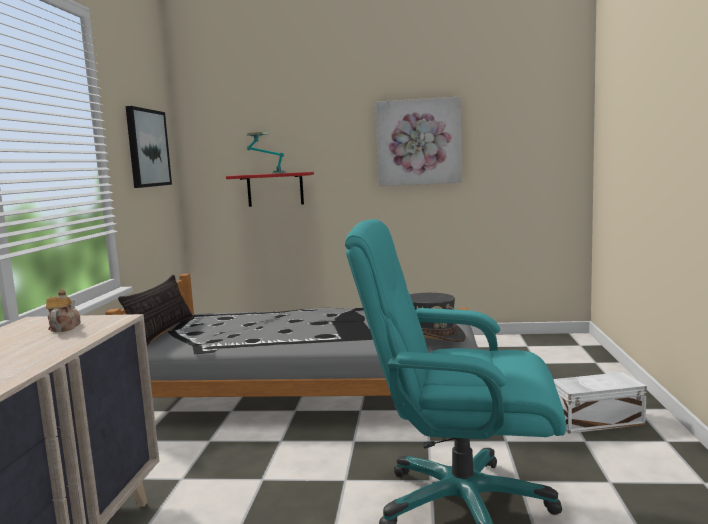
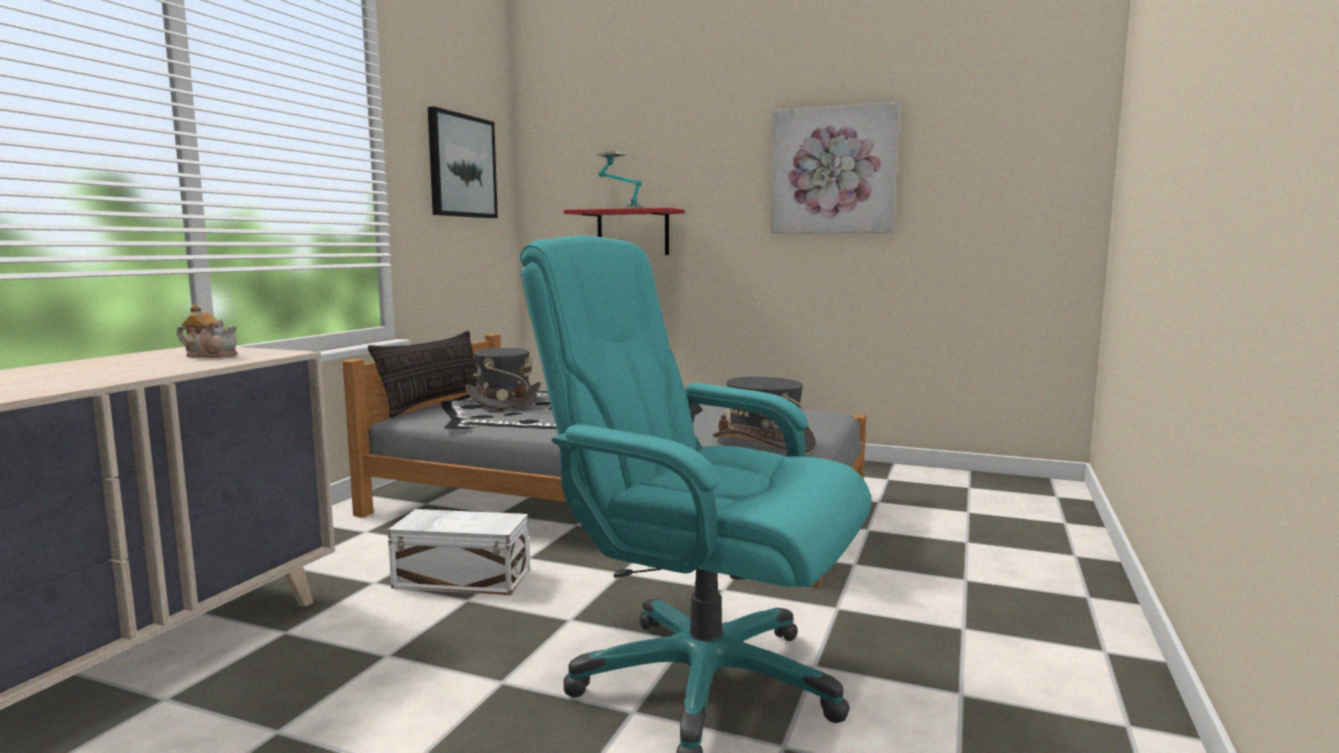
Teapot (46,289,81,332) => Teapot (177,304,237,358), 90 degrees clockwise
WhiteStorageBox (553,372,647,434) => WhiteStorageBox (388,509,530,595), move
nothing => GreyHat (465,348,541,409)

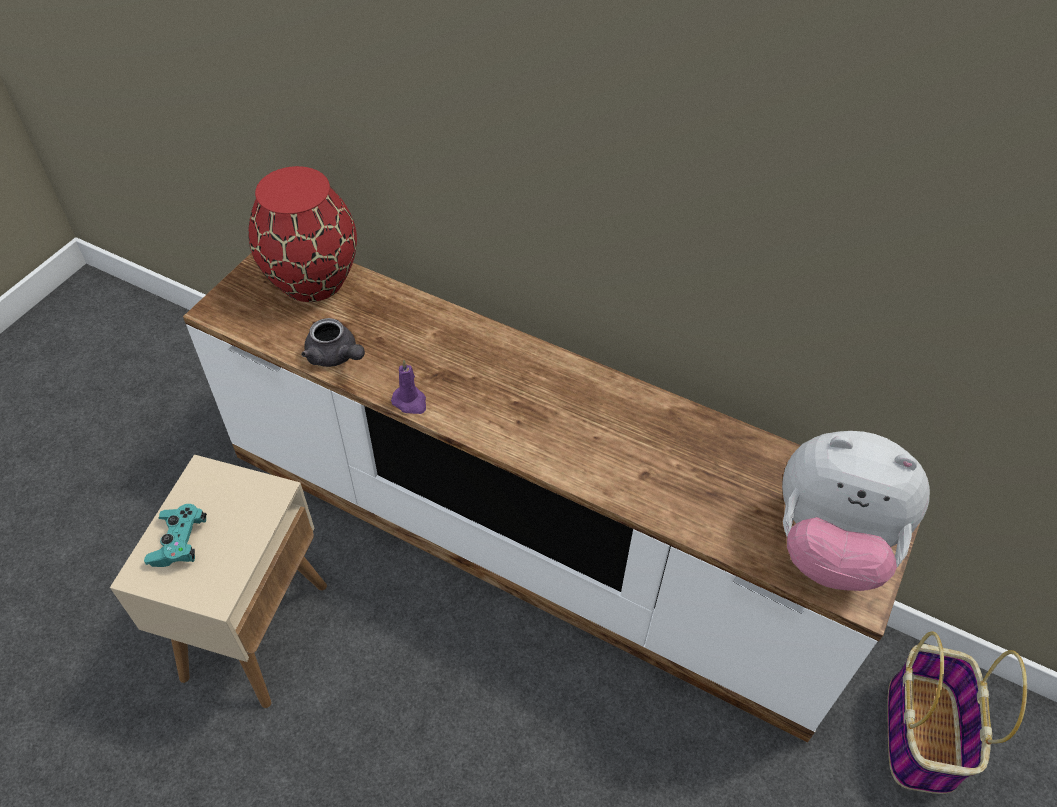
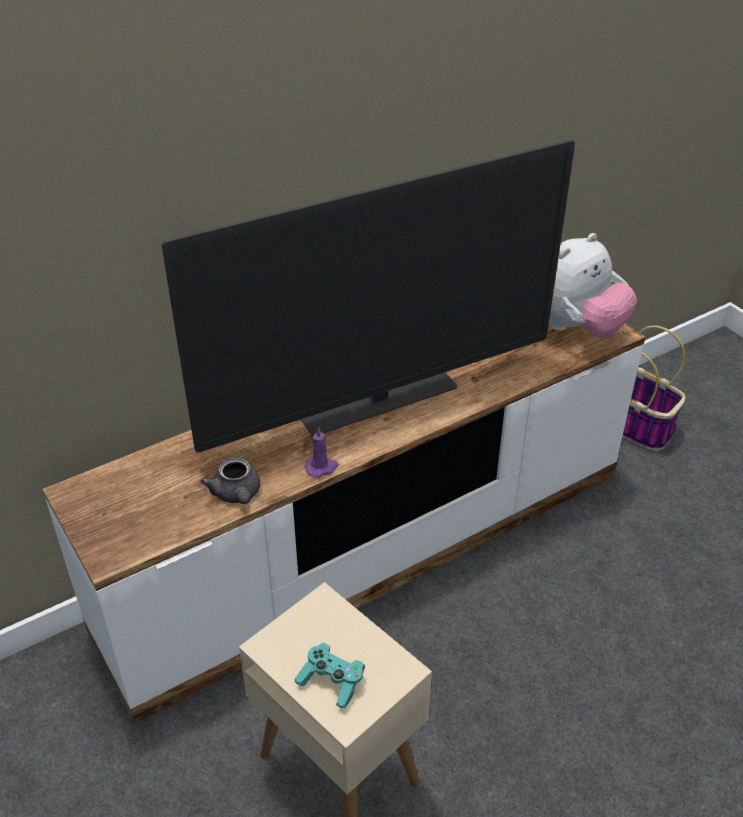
RedVase (248,166,357,302) => nothing
GreyTeapot (301,318,365,367) => GreyTeapot (201,458,260,504), 90 degrees clockwise
nothing => Television (161,140,575,453)

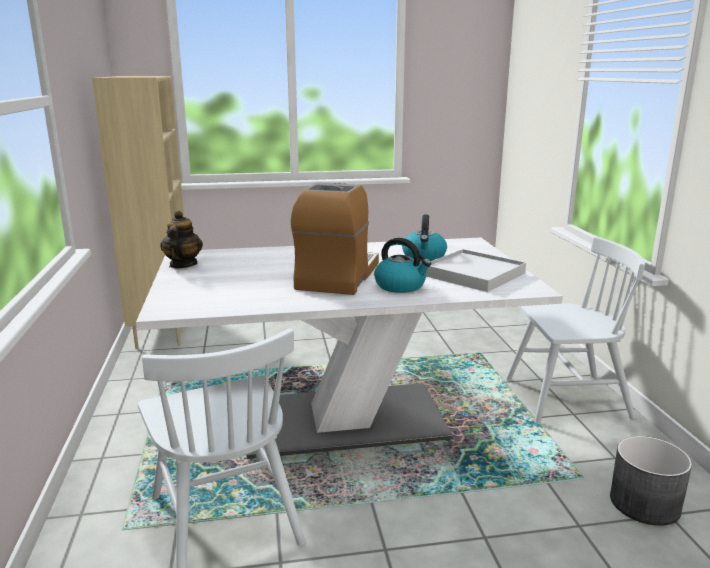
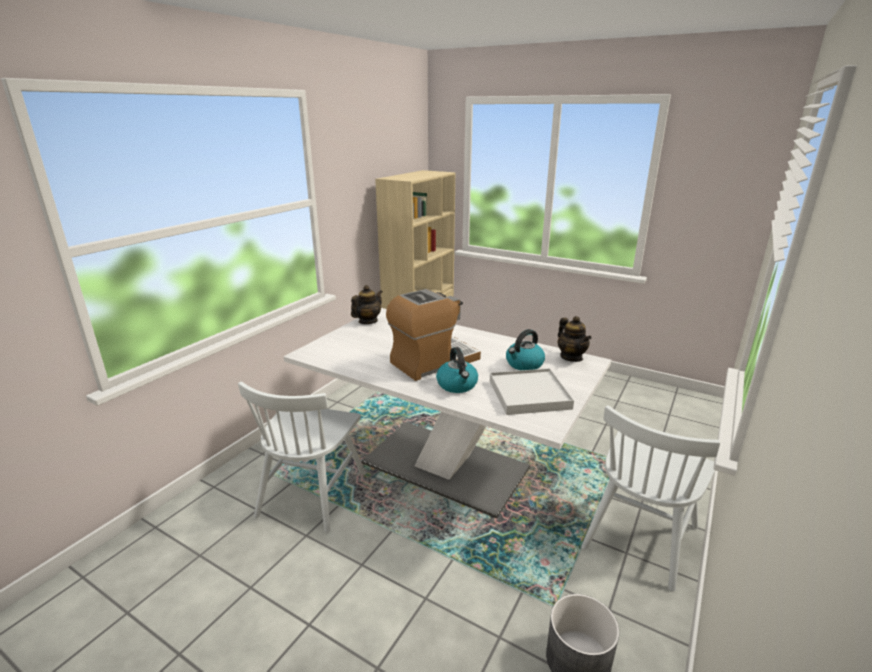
WhiteChair (506,237,645,424) => WhiteChair (581,405,720,592), 90 degrees clockwise
nothing => Teapot (558,316,591,362)

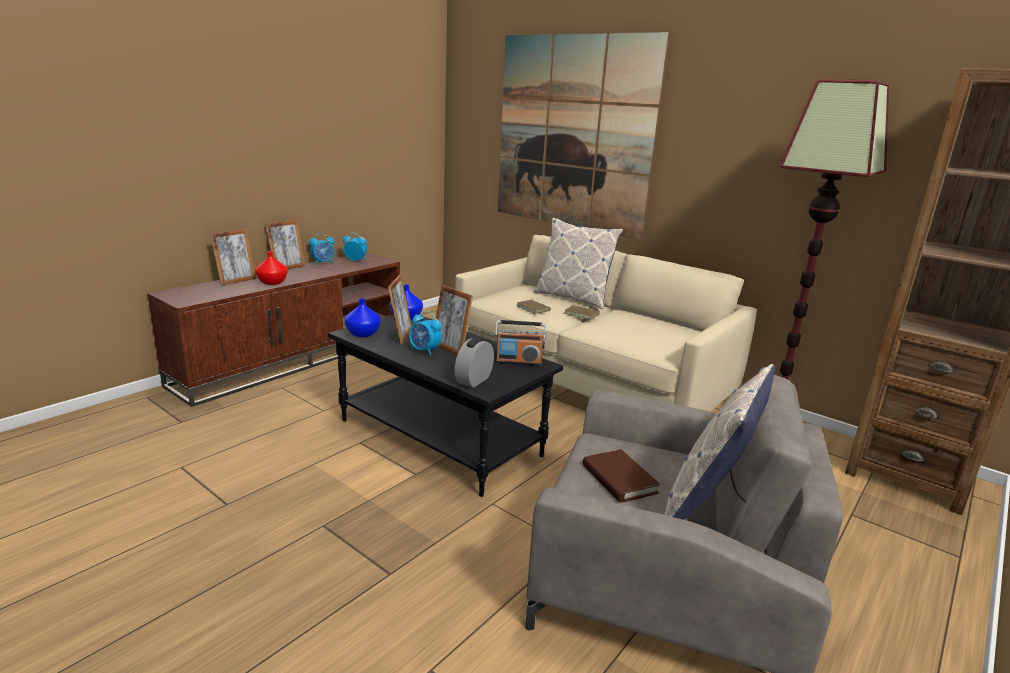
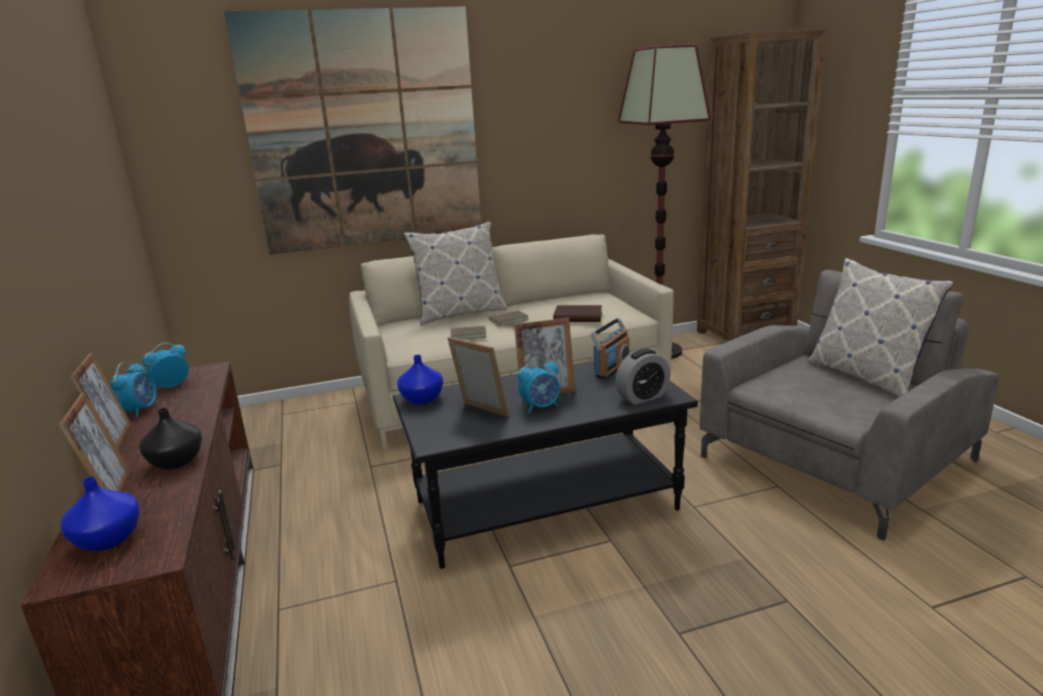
RedVase (255,251,288,285) => BlackVase (139,408,202,470)
BlueVase (344,298,381,337) => BlueVase (60,477,140,551), move
AlarmClock (454,337,494,388) => AlarmClock (615,349,670,405), 90 degrees counterclockwise
BrownBook (583,449,660,503) => BrownBook (553,305,602,322), move

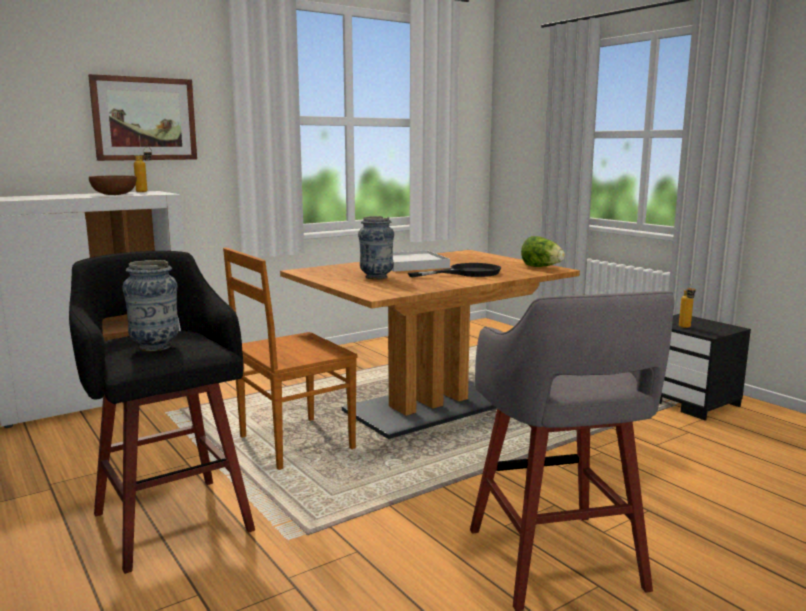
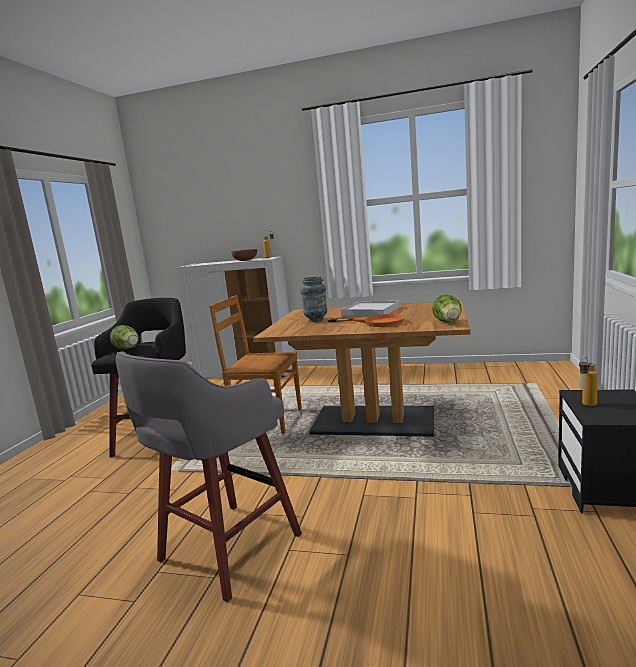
Picture (88,74,197,161) => nothing
Vase (122,260,179,351) => Lettuce (110,325,139,349)
BlackFryingPan (408,263,501,277) => OrangeFryingPan (328,314,405,327)

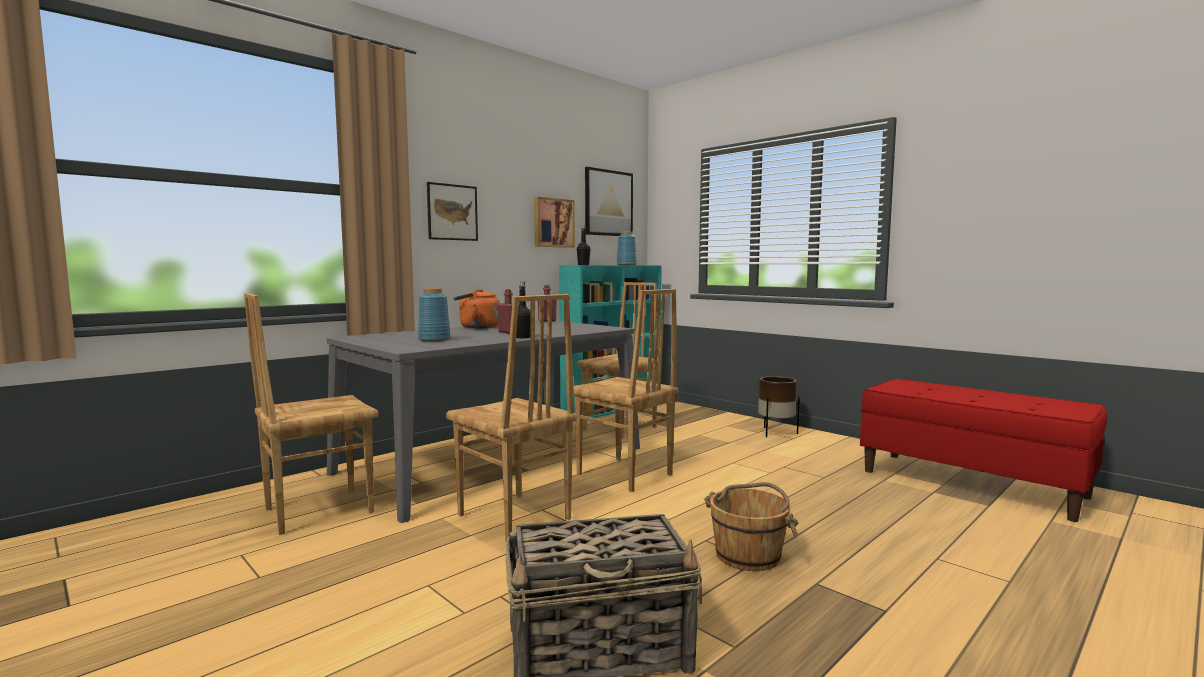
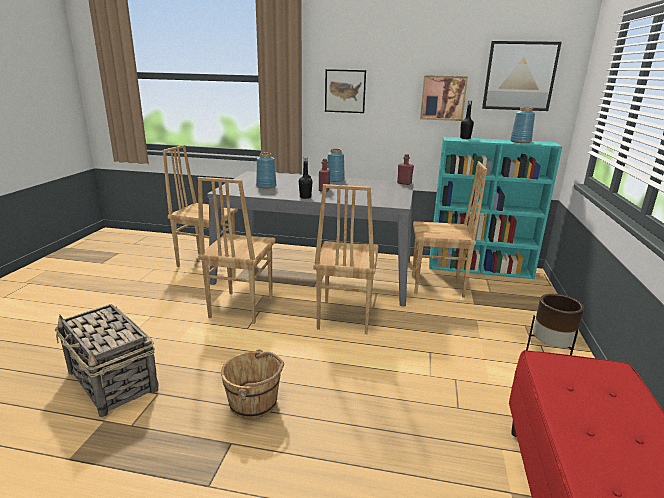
OrangeKettle (454,289,499,329) => BlueVase (327,148,345,182)

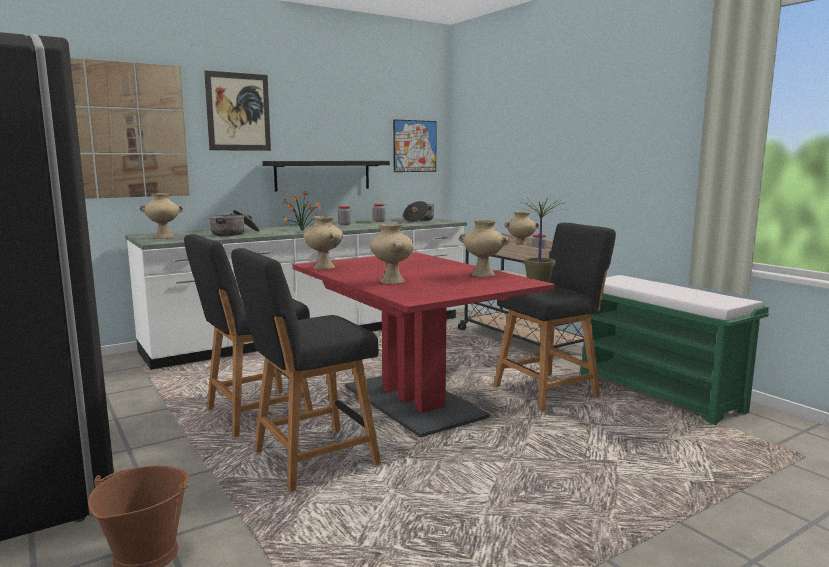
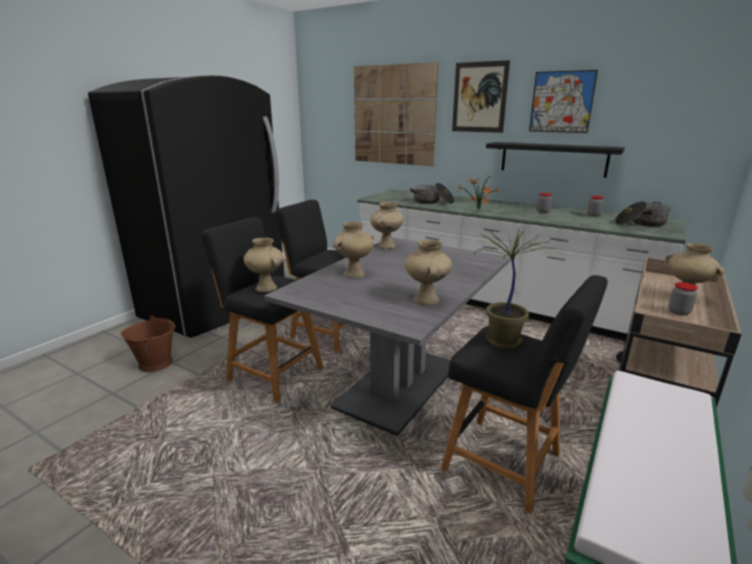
BeigeVase (140,193,183,239) => BeigeVase (244,238,284,292), move
RedDiningTable (293,252,555,438) => GreyDiningTable (264,237,511,436)
Picture (393,119,437,172) => Picture (529,70,598,133), move

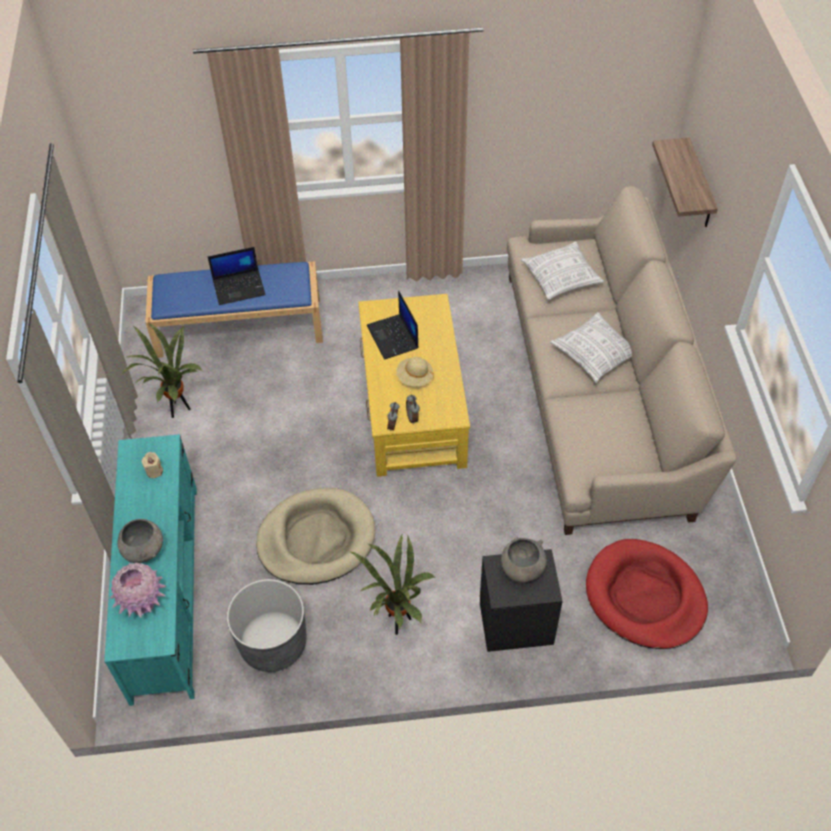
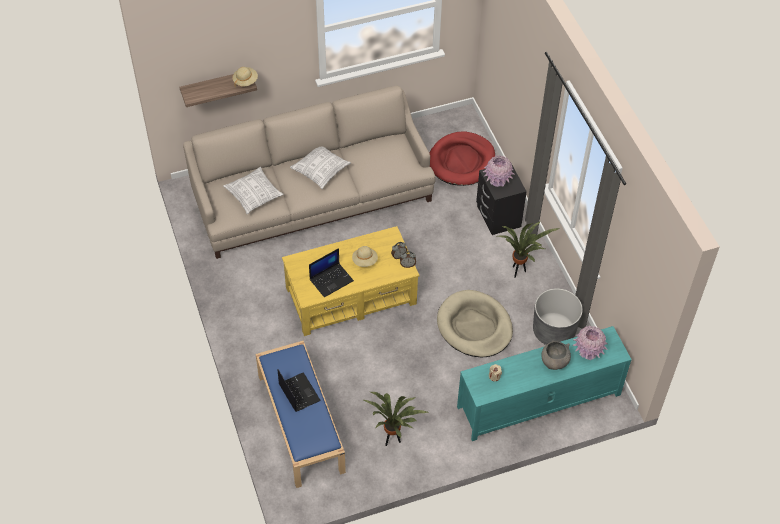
GreyBowl (501,537,547,583) => PinkVase (483,155,515,187)
nothing => BeigeHat (232,67,258,87)

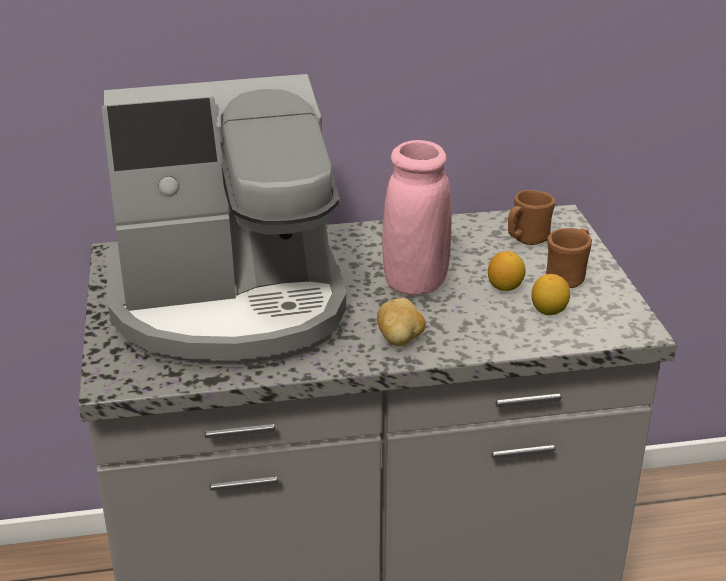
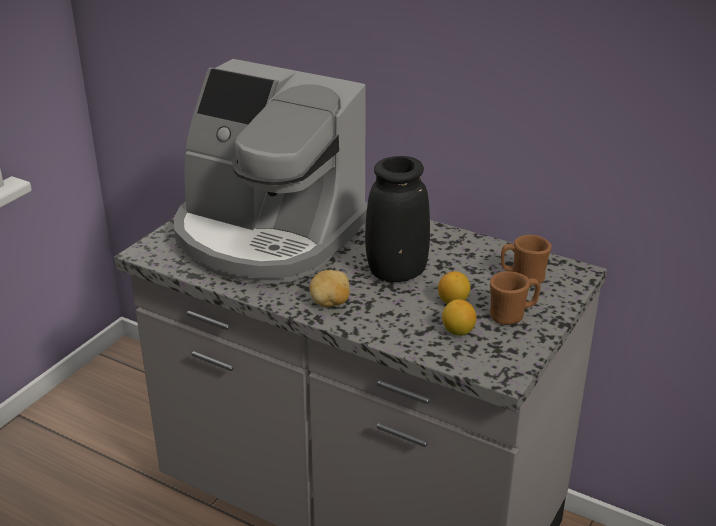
PinkVase (382,140,452,295) => BlackVase (365,156,430,282)

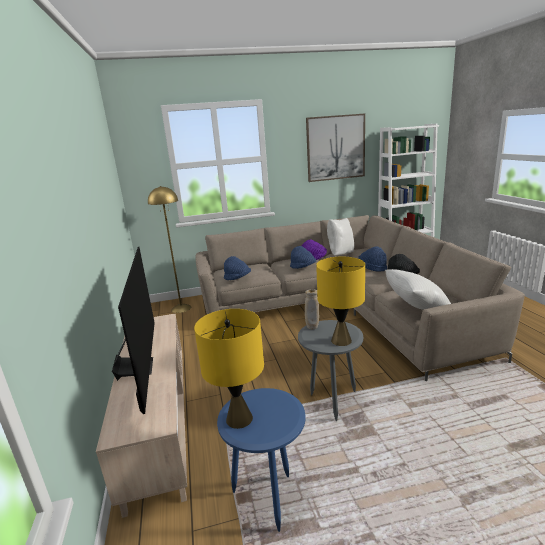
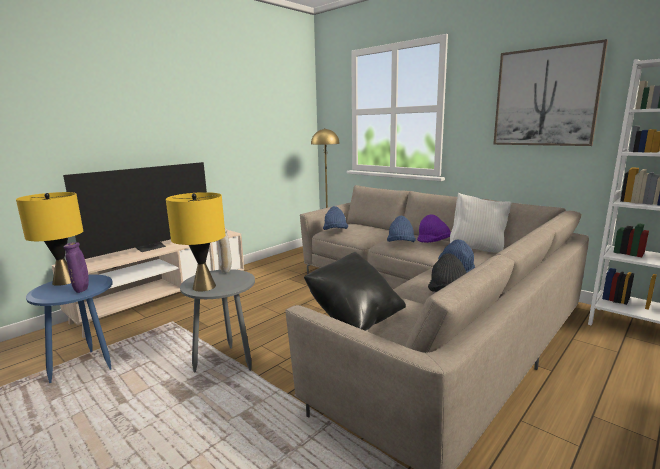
WhitePillow (385,269,451,310) => BlackPillow (304,252,406,331)
nothing => PurpleVase (64,242,89,293)

